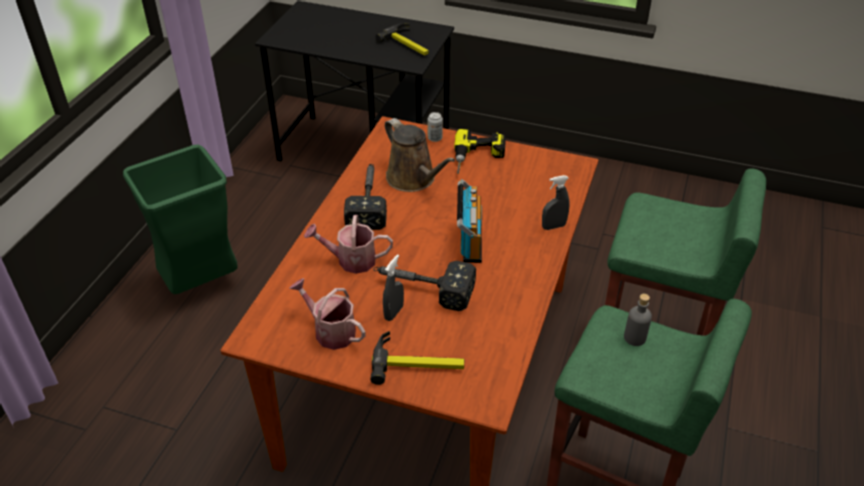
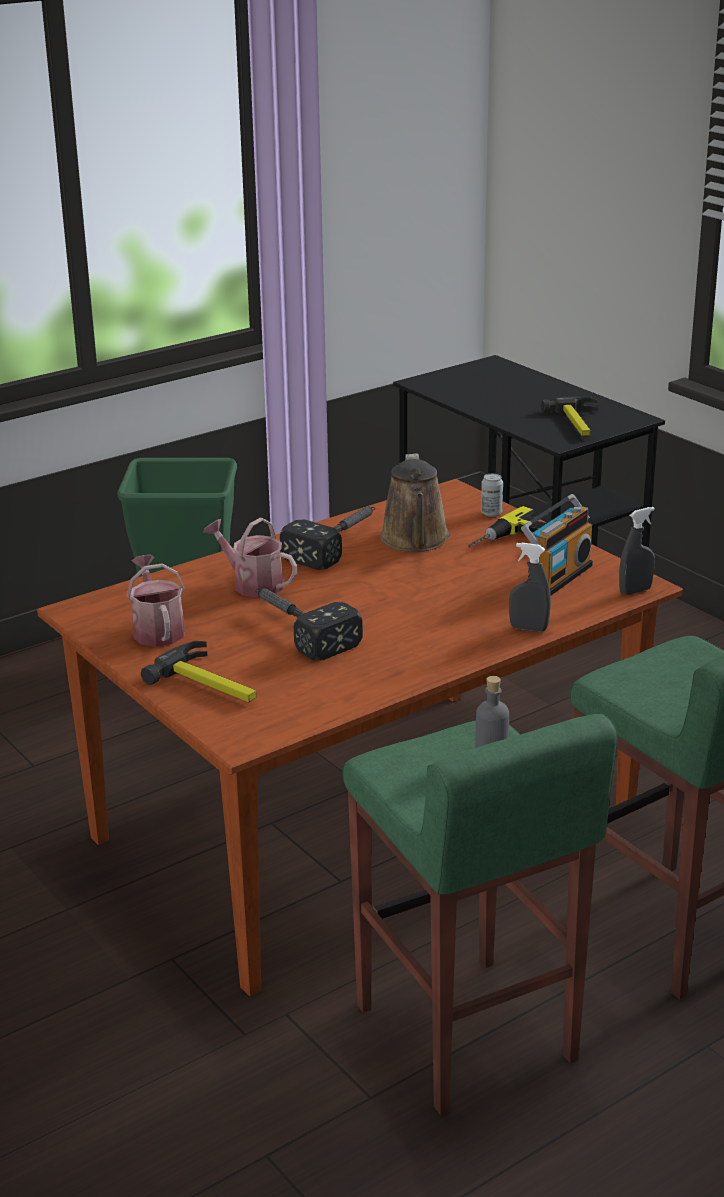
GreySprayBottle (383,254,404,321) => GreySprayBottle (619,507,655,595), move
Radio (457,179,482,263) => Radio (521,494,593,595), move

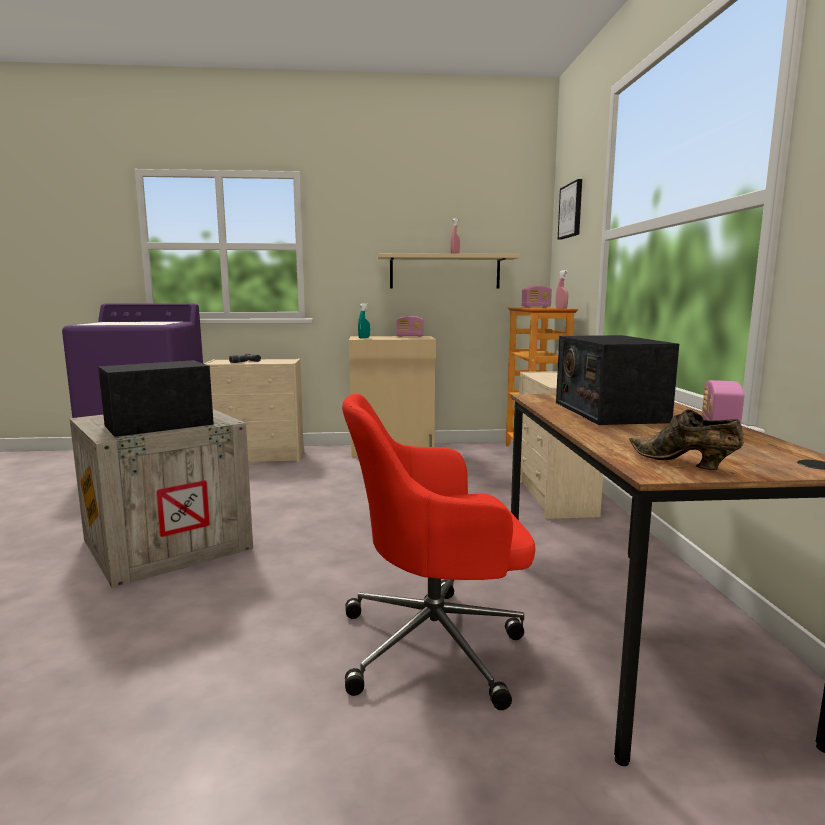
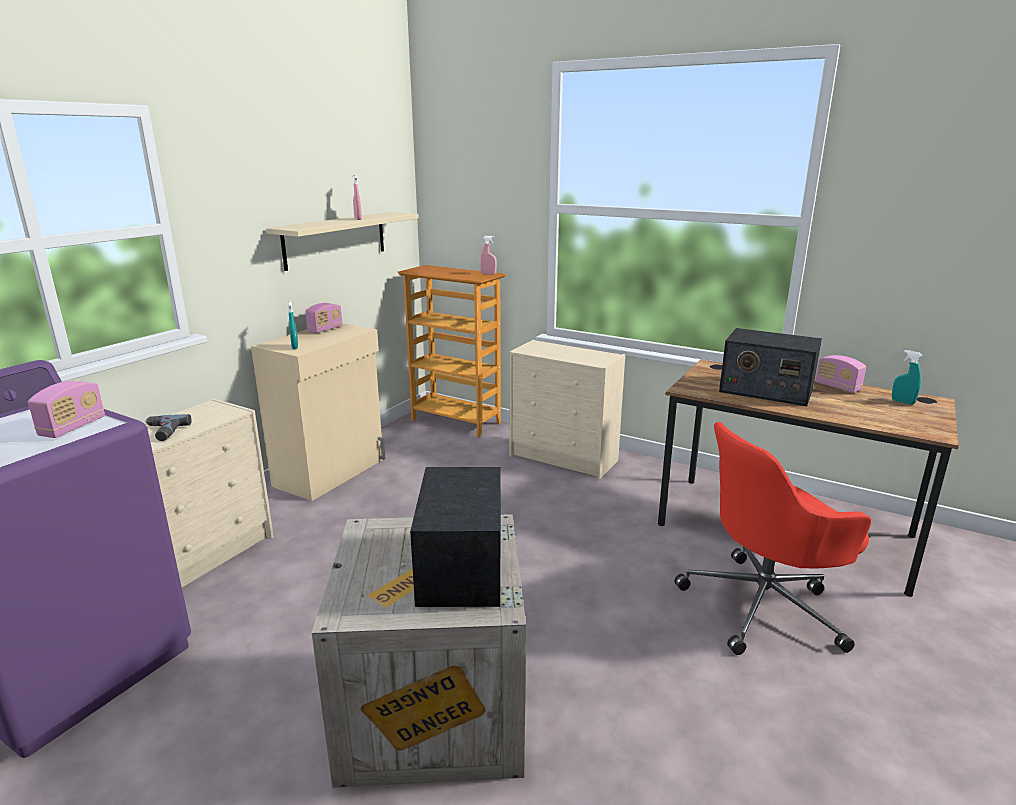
RedOfficeChair (342,394,535,710) => RedOfficeChair (674,422,871,655), 45 degrees clockwise
Radio (521,286,552,308) => Radio (28,381,105,438), move
Picture (558,179,582,239) => nothing
BrownShoe (629,409,744,470) => nothing
nothing => TurquoiseSprayBottle (892,350,923,405)

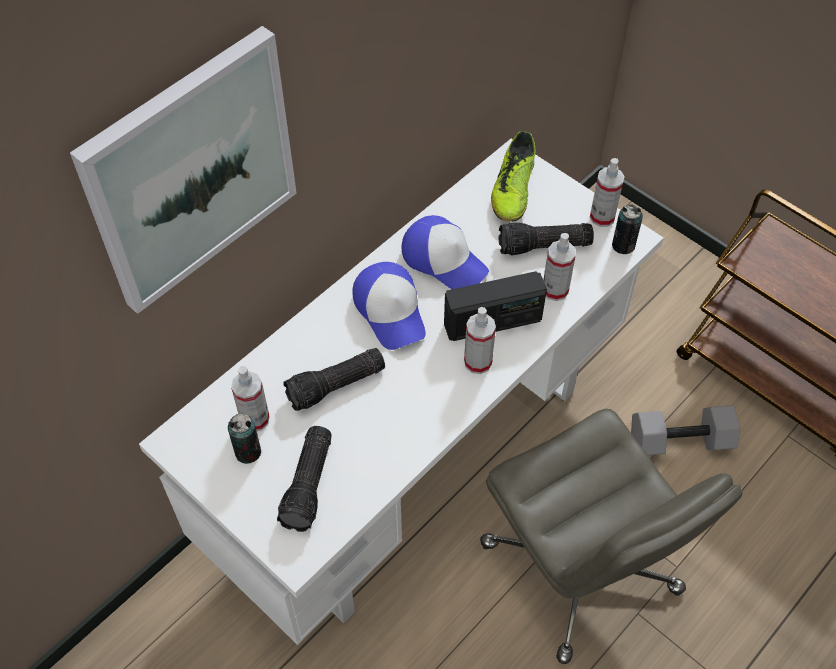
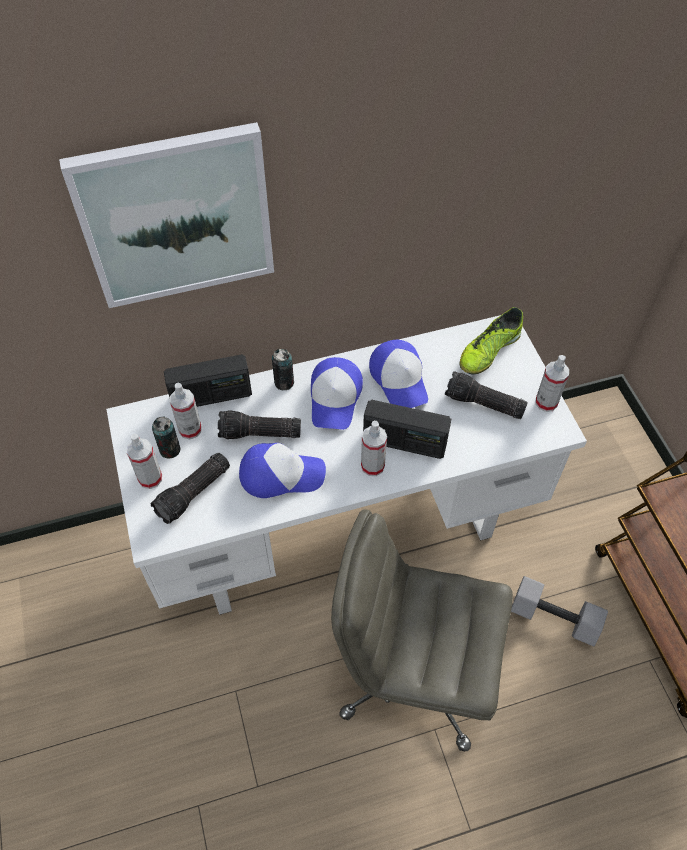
GreyOfficeChair (480,409,743,664) => GreyOfficeChair (331,509,513,751), 105 degrees clockwise
SprayBottle (543,233,576,301) => SprayBottle (127,434,162,489), move
Can (612,204,643,254) => Can (272,348,294,390), move
nothing => Radio (164,354,252,407)
nothing => Cap (239,443,326,498)

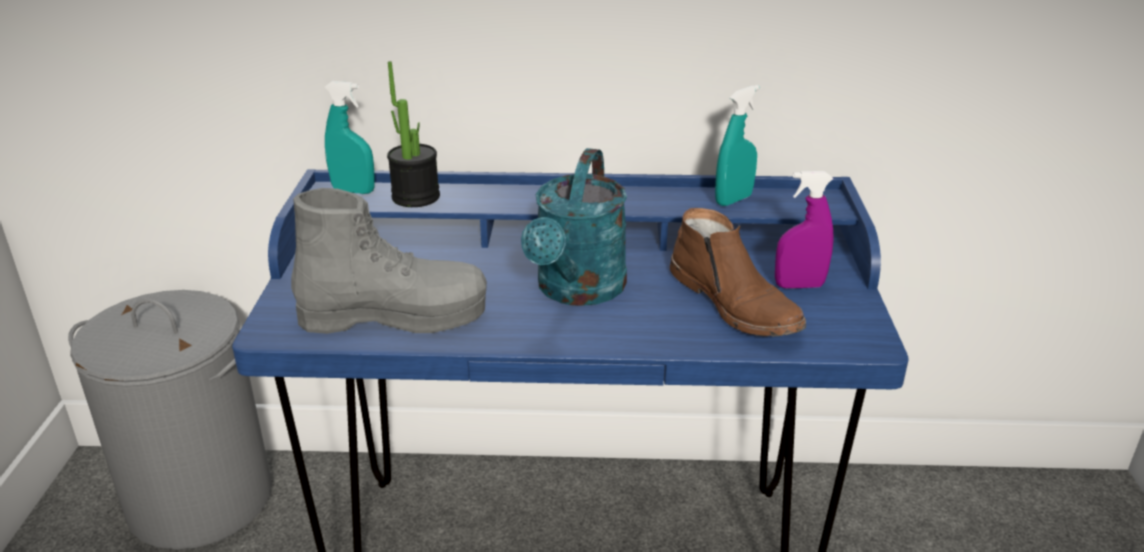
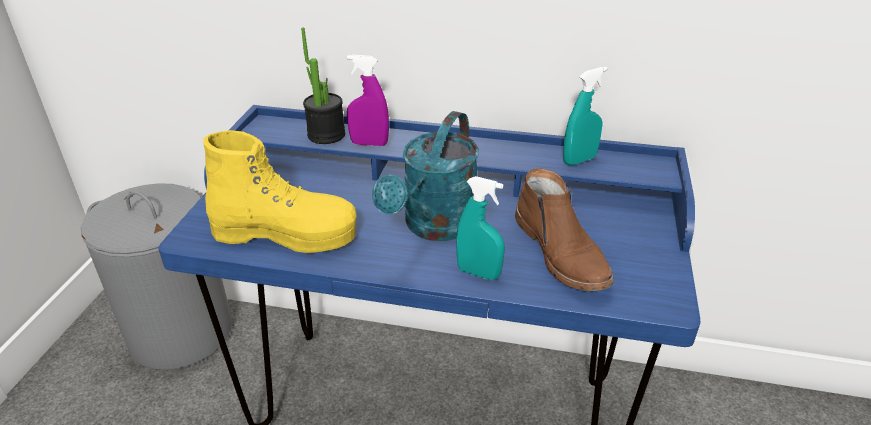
GreyBoot (291,188,487,334) => YellowBoot (203,130,357,253)
TurquoiseSprayBottle (325,81,375,194) => TurquoiseSprayBottle (456,176,505,280), move
PurpleSprayBottle (775,171,834,289) => PurpleSprayBottle (347,55,389,146), move

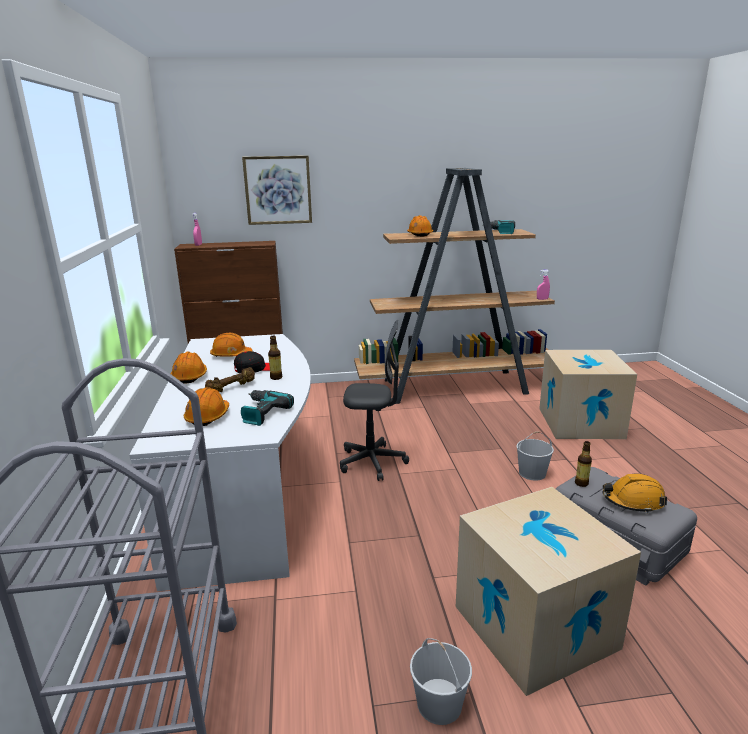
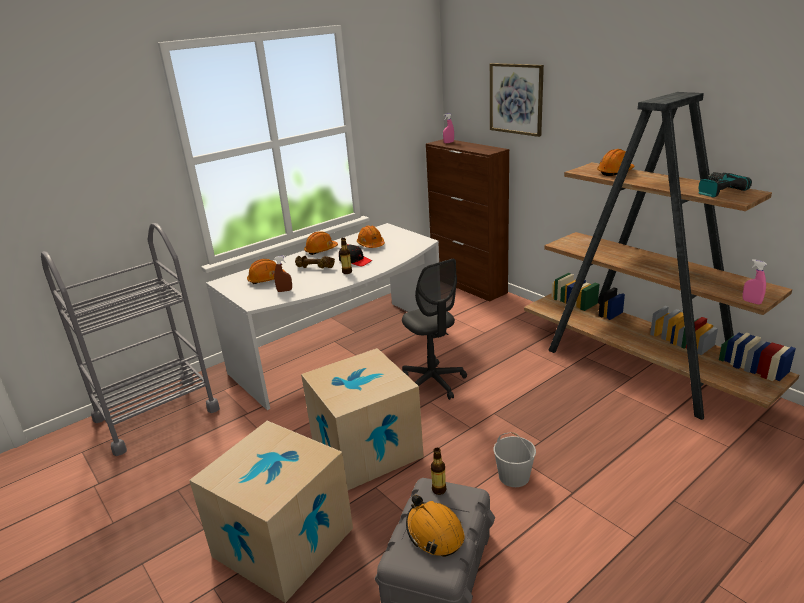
PowerDrill (241,390,294,426) => BrownSprayBottle (274,256,292,292)
WhiteBucket (410,638,472,725) => nothing
CardboardBox (539,350,637,439) => CardboardBox (301,348,424,490), move

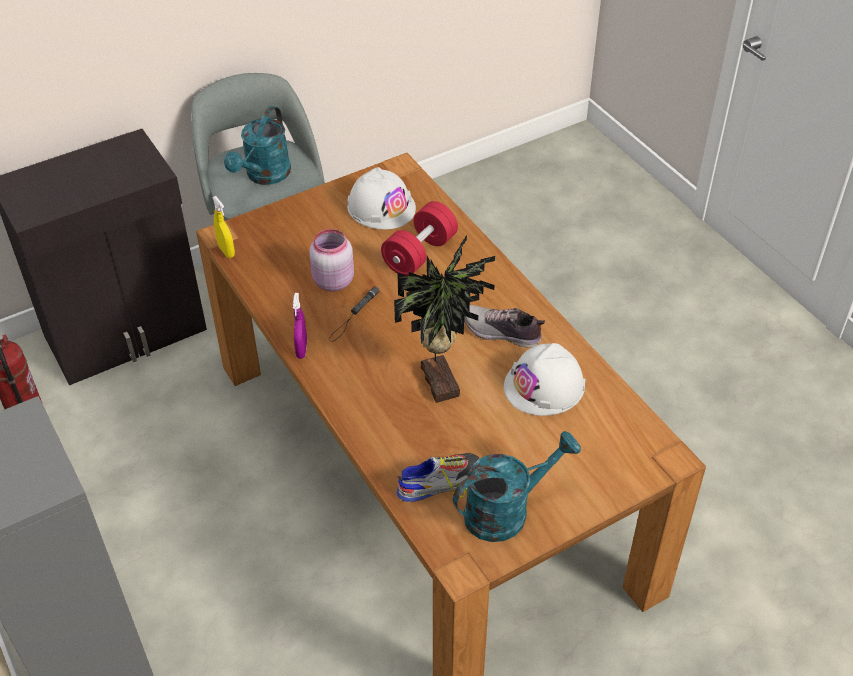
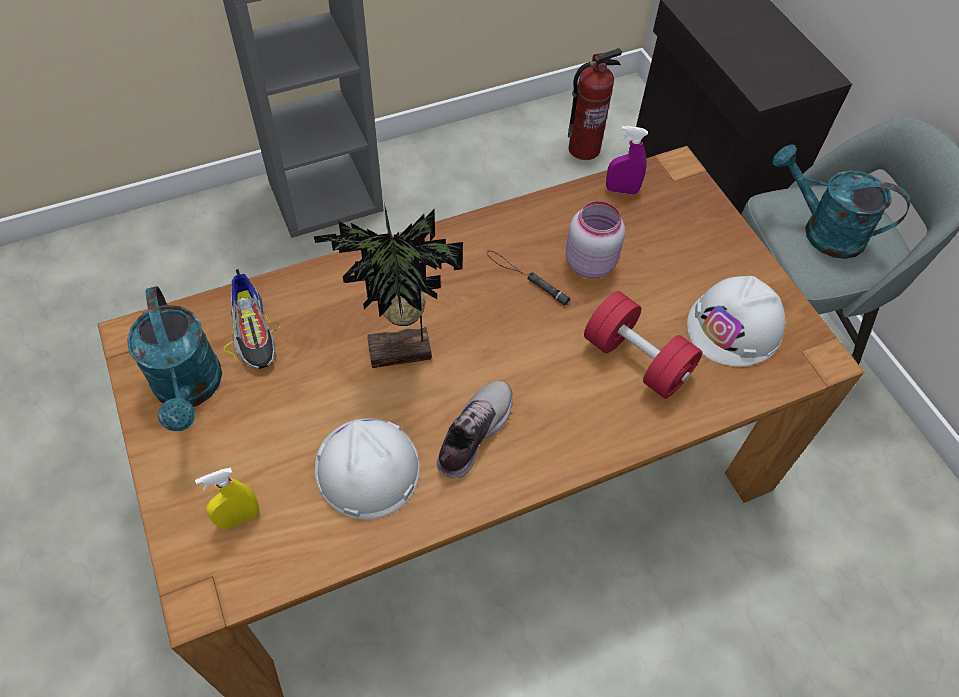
YellowSprayBottle (212,196,235,258) => YellowSprayBottle (195,468,259,530), move
PurpleSprayBottle (293,293,307,359) => PurpleSprayBottle (606,126,648,195), move

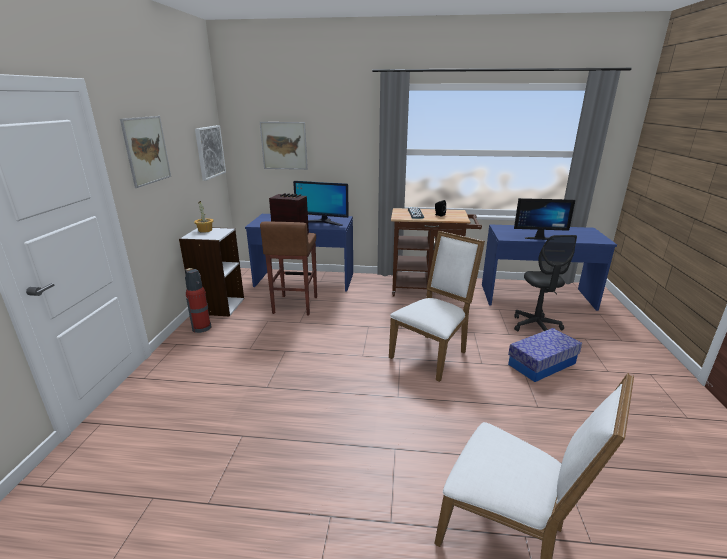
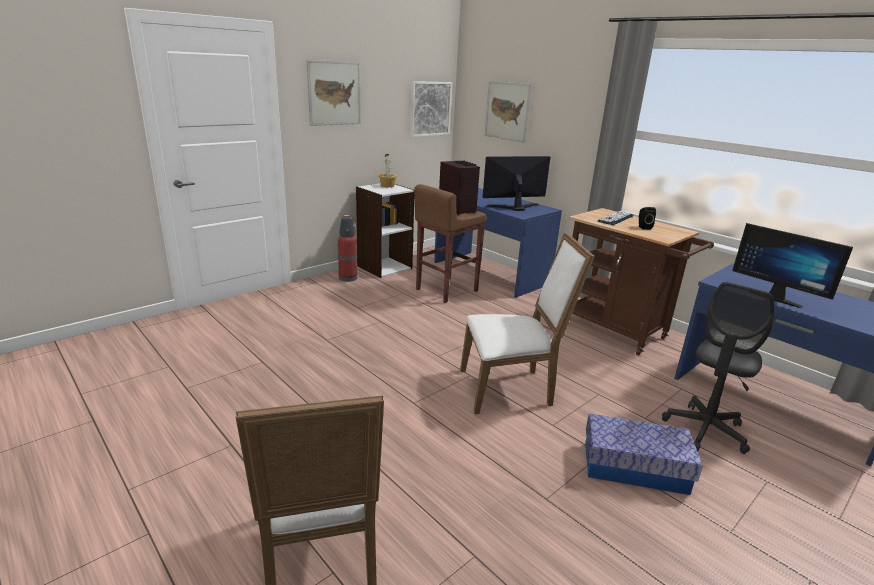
Monitor (293,181,349,226) => Monitor (483,156,551,211), 105 degrees clockwise

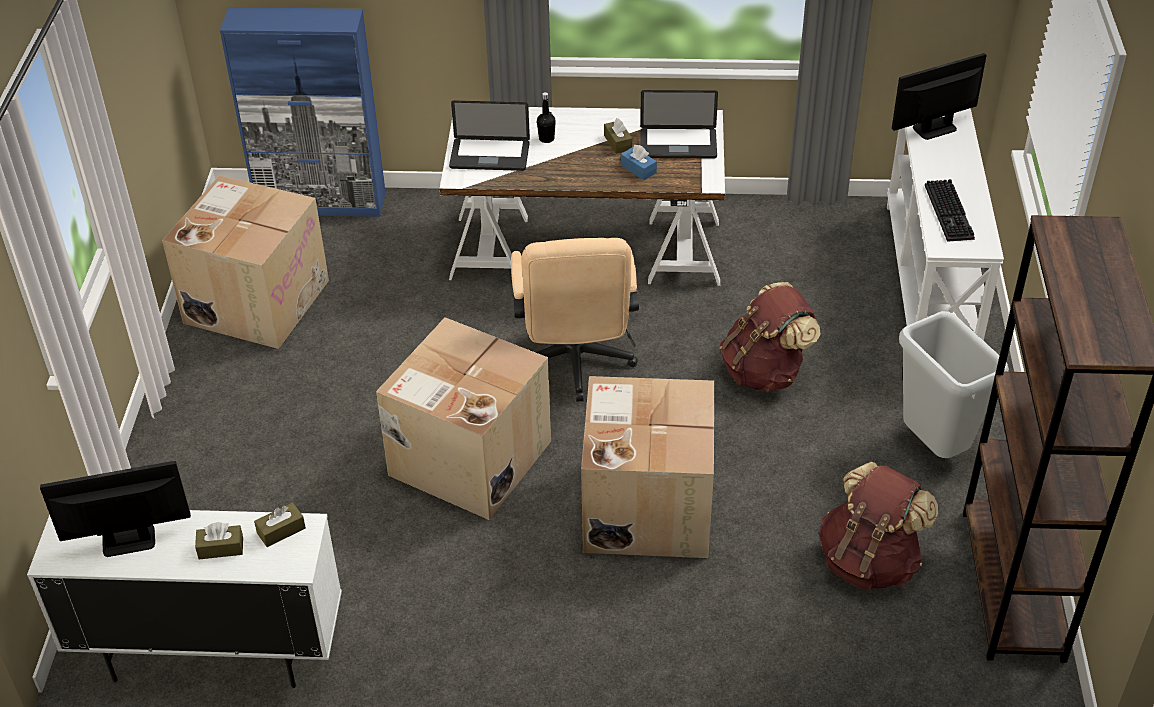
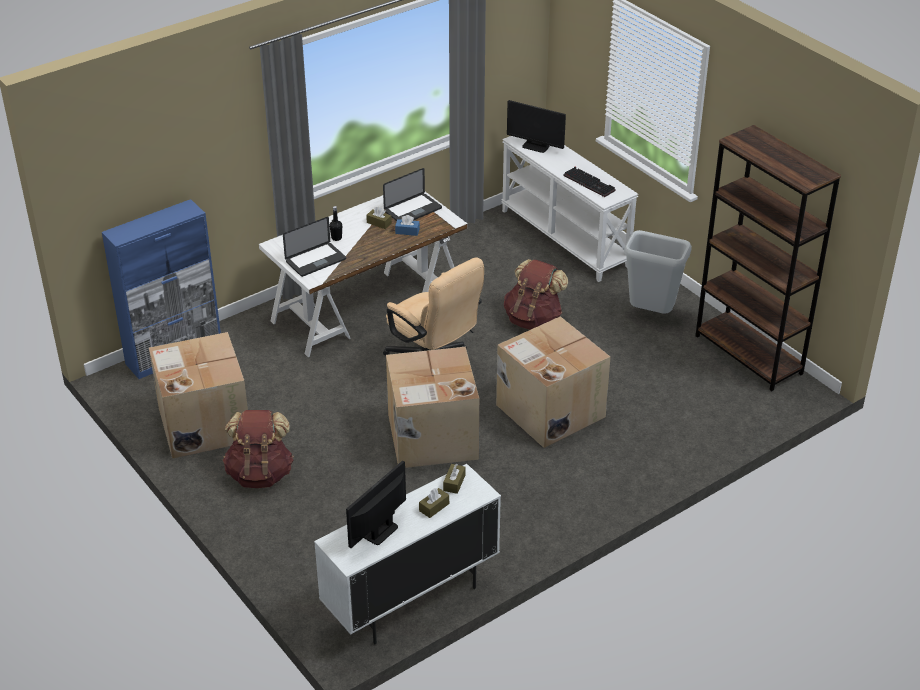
BrownBackpack (819,462,938,590) => BrownBackpack (223,410,294,488), move
Monitor (892,53,987,140) => Monitor (507,100,566,153), 90 degrees counterclockwise

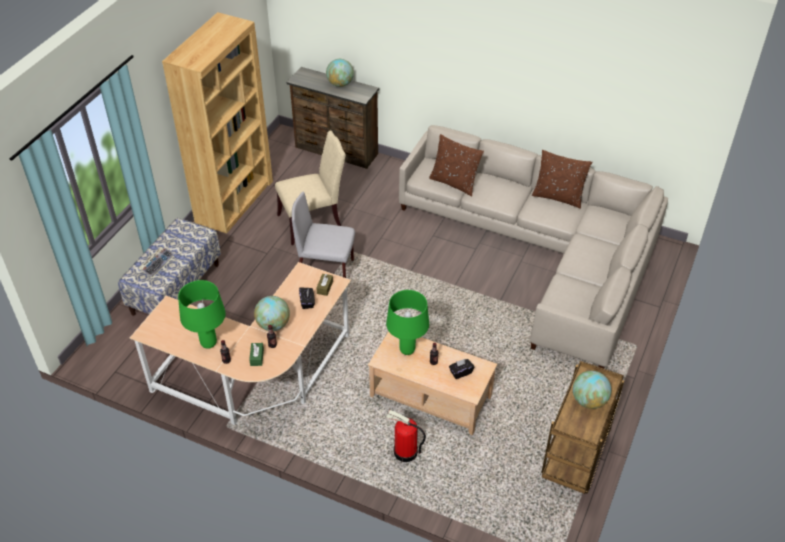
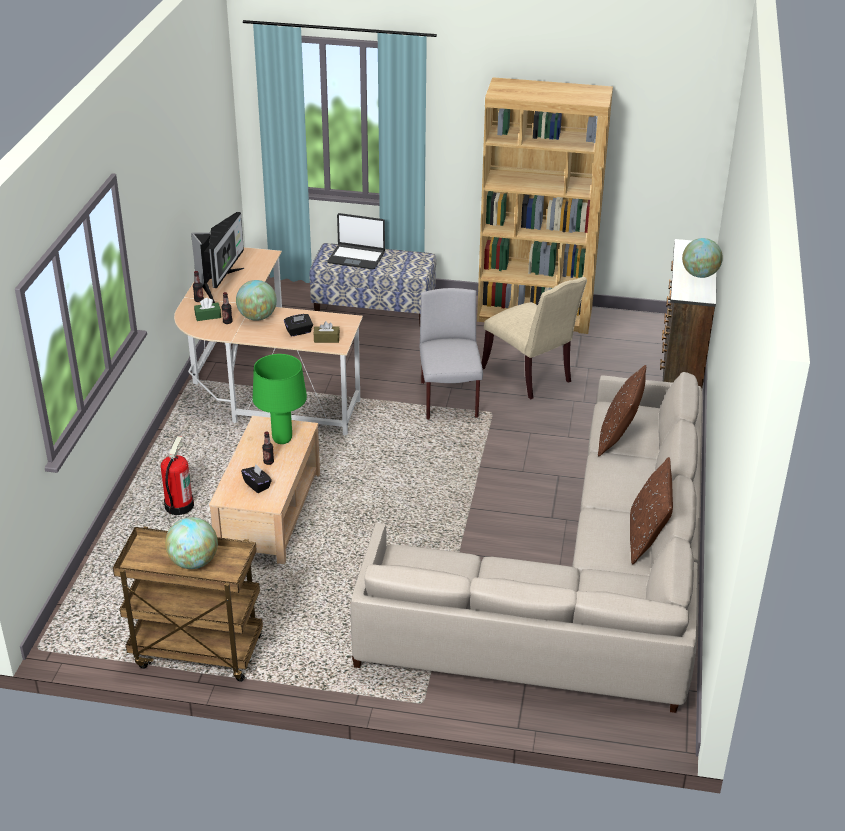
Keyboard (138,247,174,278) => Laptop (328,213,385,270)
GreenTableLamp (178,280,226,349) => Monitor (191,212,244,303)

